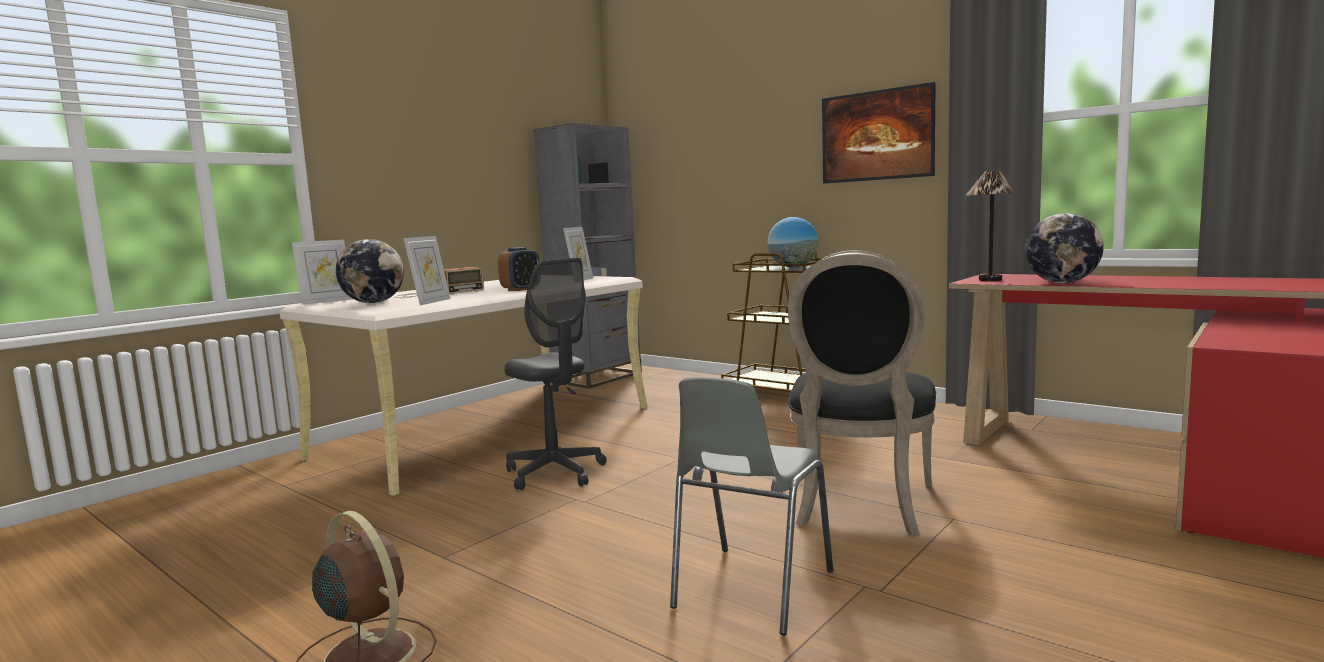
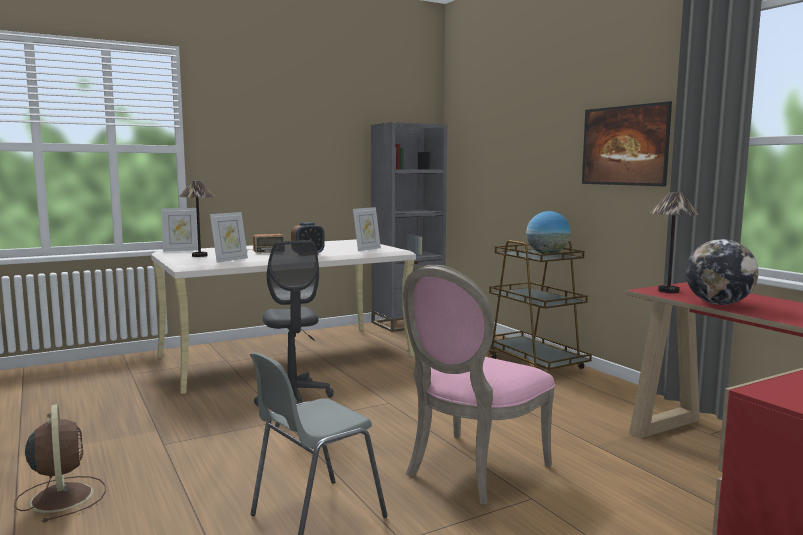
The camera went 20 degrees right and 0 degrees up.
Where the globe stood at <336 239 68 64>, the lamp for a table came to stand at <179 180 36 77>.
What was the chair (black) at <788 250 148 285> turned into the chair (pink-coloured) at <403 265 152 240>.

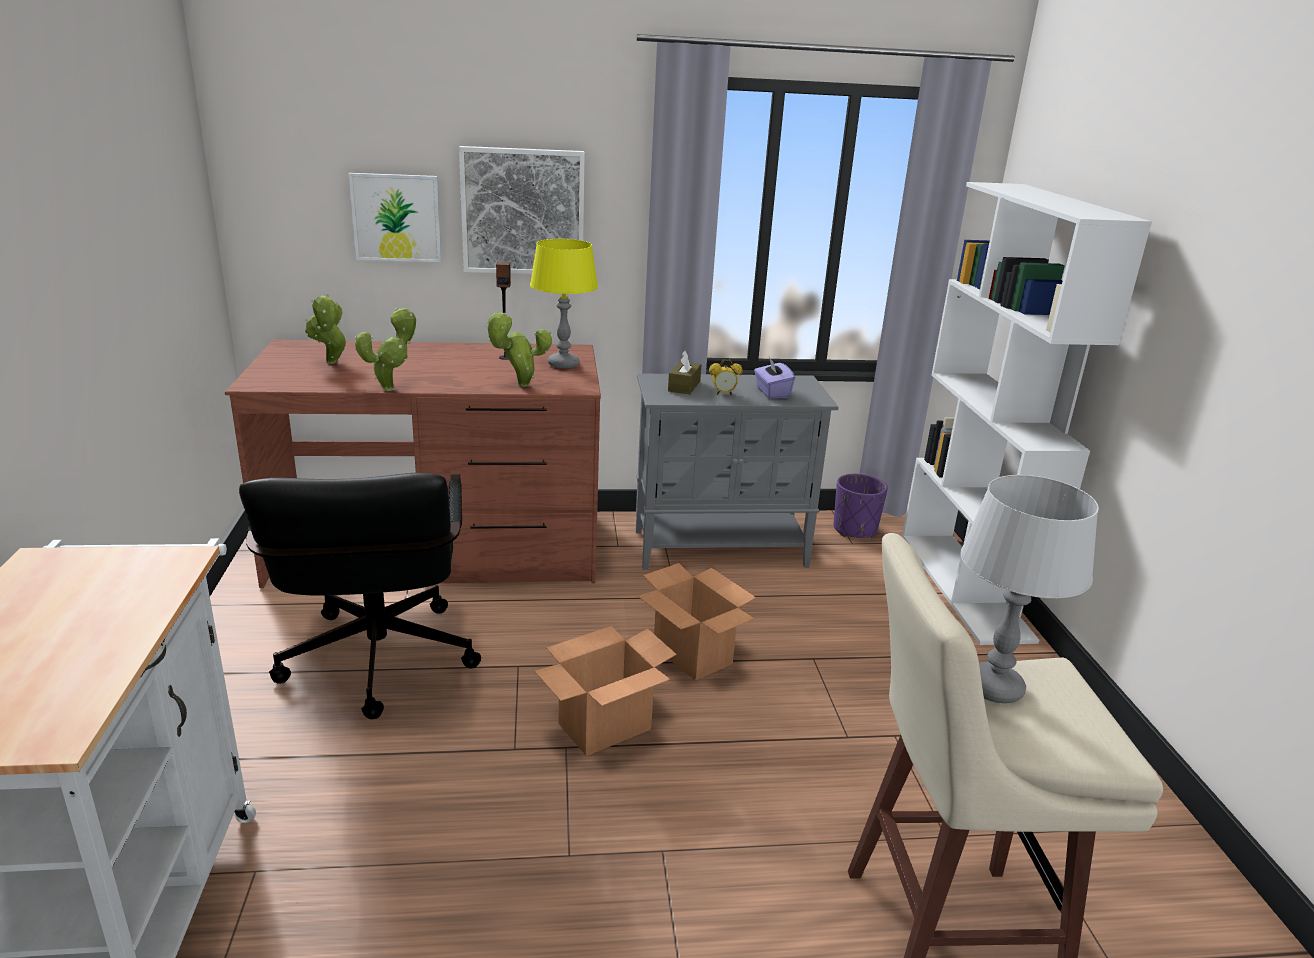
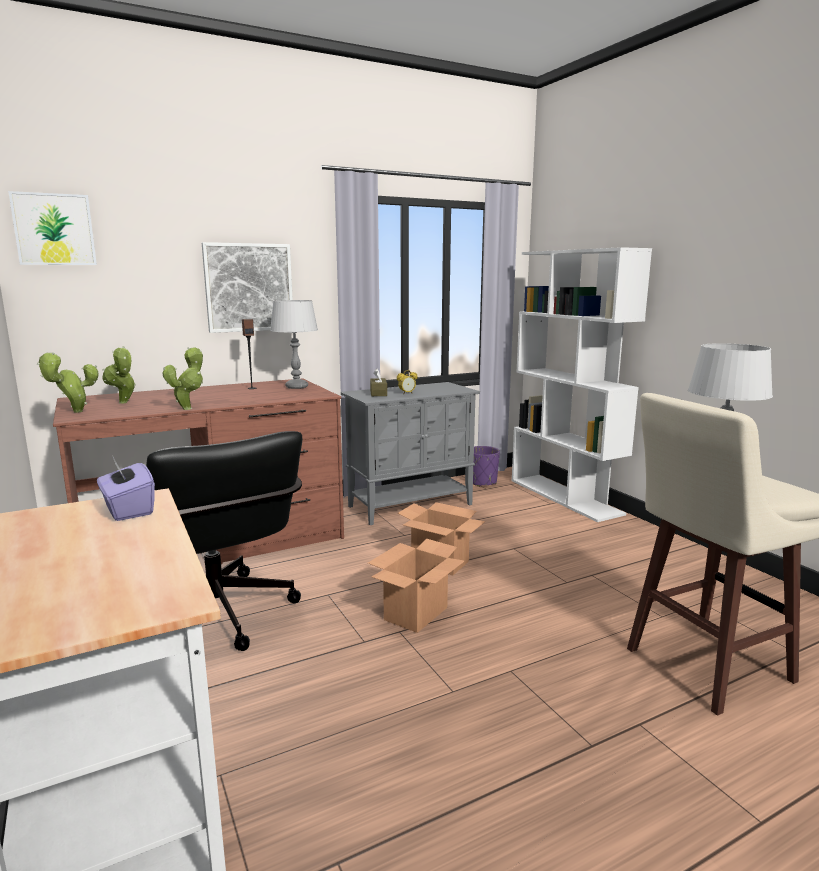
The camera went 20 degrees left and 10 degrees down.
The picture ended up elsewhere, having gone from <349 173 92 89> to <8 191 89 74>.
The potted plant ended up elsewhere, having gone from <485 312 67 75> to <37 352 62 61>.
What was the lamp for a table (yellow) at <530 239 68 130> turned into the lamp for a table (greyish) at <270 300 48 89>.
The tissue holder (purplish) ended up elsewhere, having gone from <754 357 41 42> to <97 455 58 66>.

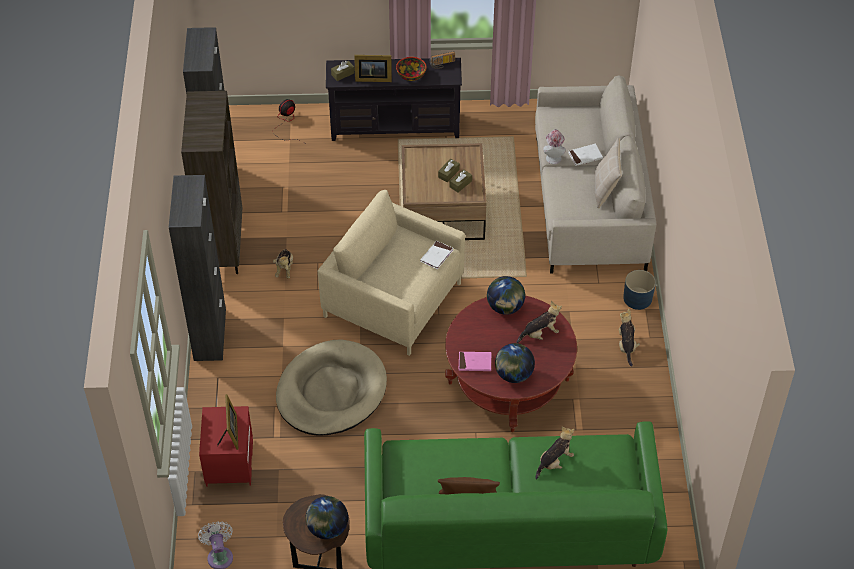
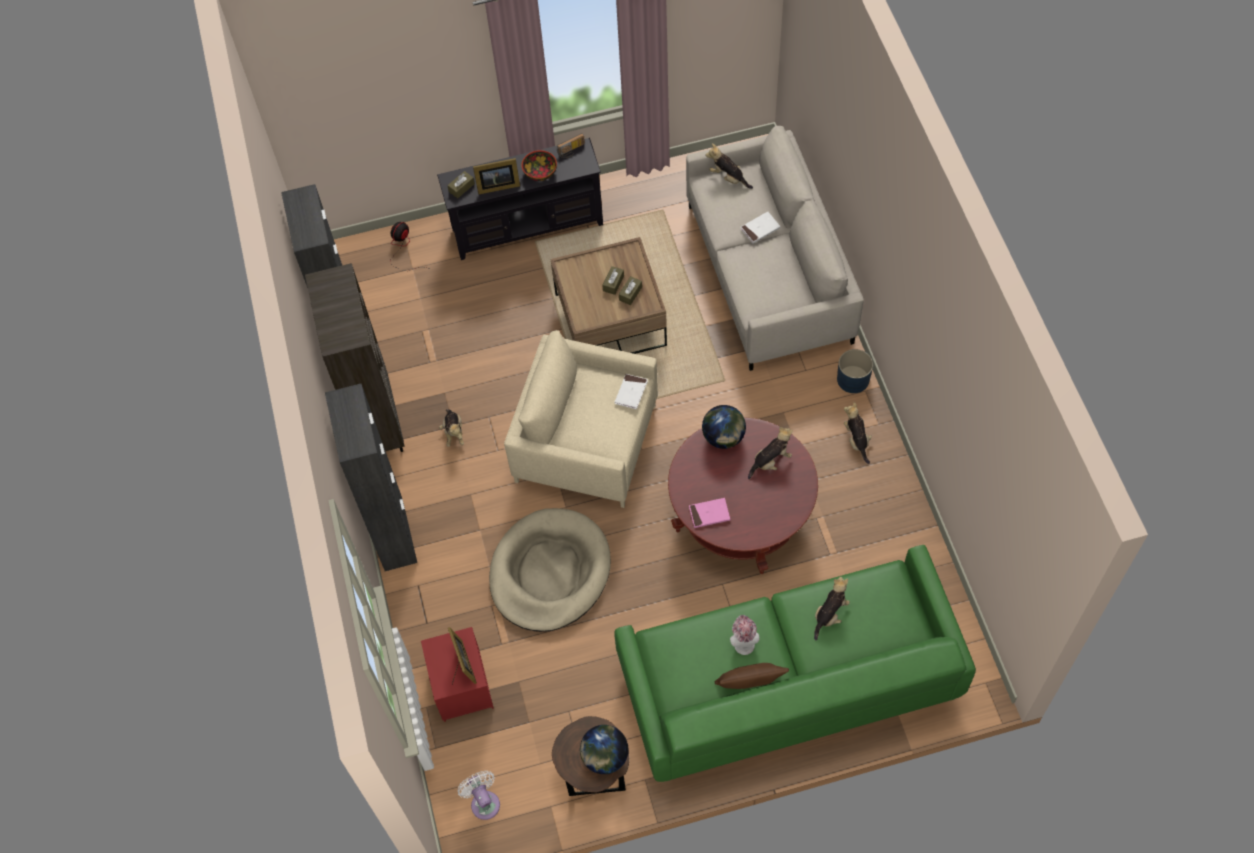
The camera went 10 degrees left and 10 degrees up.
The second view lost the globe at <495 343 40 40>.
The hat ended up elsewhere, having gone from <543 129 23 35> to <730 615 29 40>.
The second view lost the cushion (beige) at <595 138 27 70>.
The second view gained the plush toy at <705 143 48 46>.

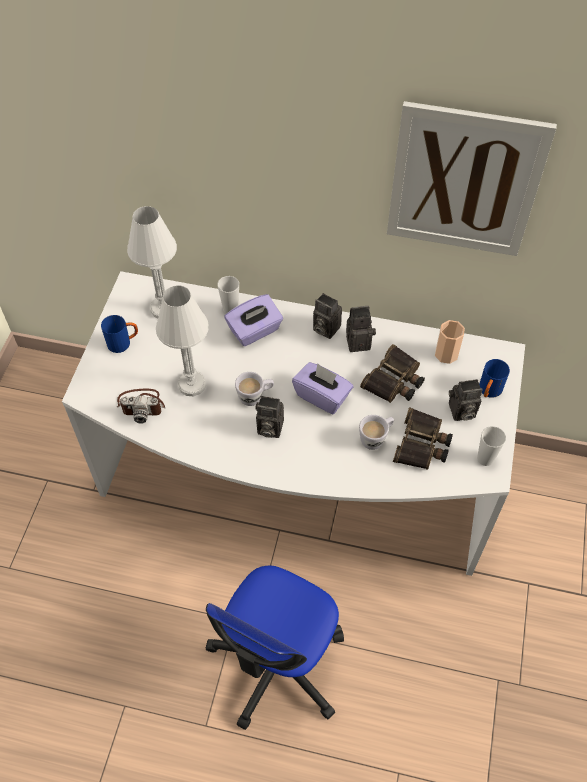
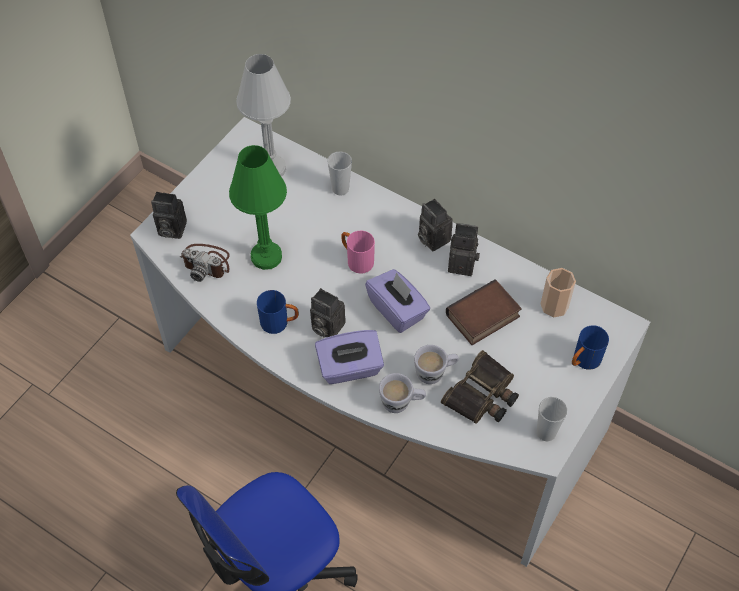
The camera went 20 degrees right and 0 degrees up.
The mug (blue) ended up elsewhere, having gone from <101 315 37 38> to <257 290 42 44>.
What was the lamp for a table (whitish) at <156 285 53 111> turned into the lamp for a table (green-coloured) at <229 145 58 125>.
The tissue holder (purplish) ended up elsewhere, having gone from <225 294 58 52> to <315 330 69 54>.
The mug (whitish) ended up elsewhere, having gone from <235 372 39 34> to <379 373 47 40>.
Where the field glasses stood at <360 344 65 59>, the volume came to stand at <446 279 76 66>.
The second view lost the picture at <387 101 170 155>.
The still camera ended up elsewhere, having gone from <449 379 34 42> to <151 192 36 47>.
The second view gained the mug (pink-coloured) at <342 231 33 42>.

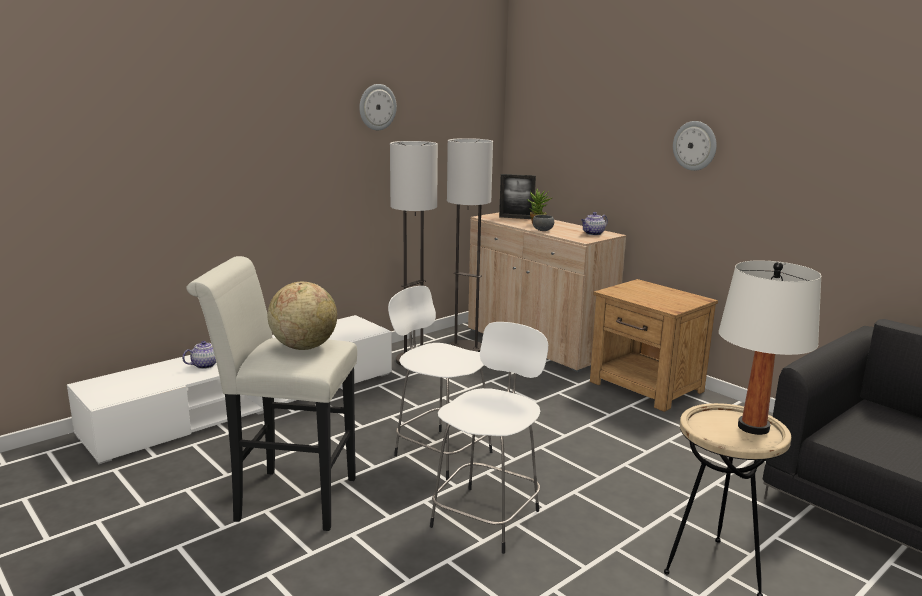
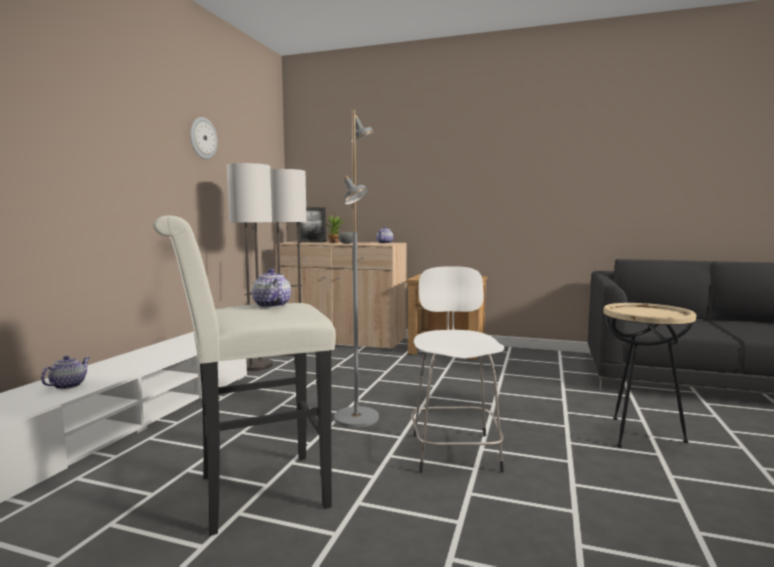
The camera went 30 degrees left and 10 degrees down.
Where the globe stood at <267 281 70 69>, the pot for tea came to stand at <252 269 39 39>.
Where the stool seat (whitish) stood at <388 286 104 194>, the floor lamp (greyish) came to stand at <334 110 45 318>.
The second view lost the clock on the wall at <673 121 44 50>.
The second view lost the lamp for a table (whitish) at <719 260 102 175>.

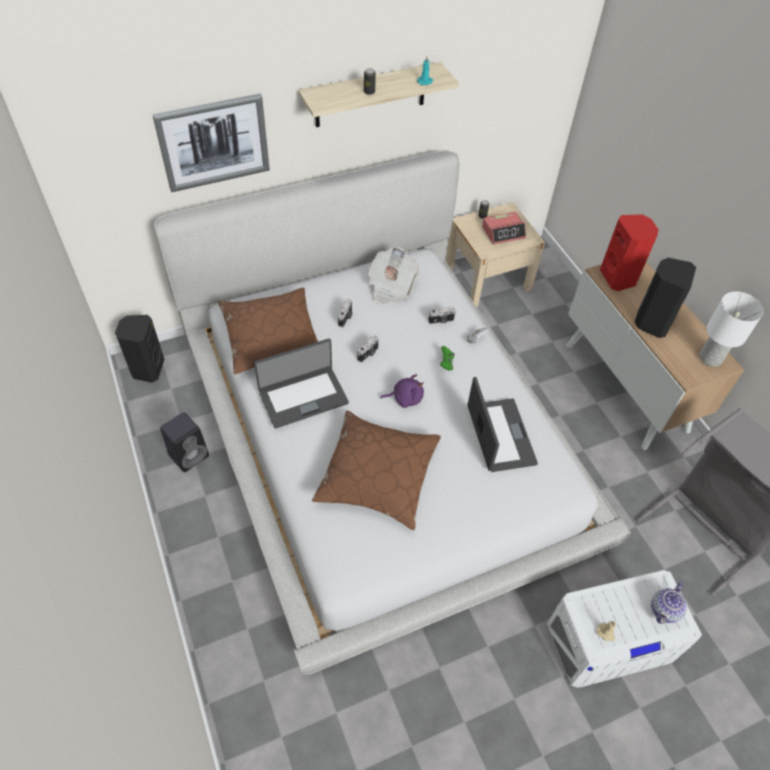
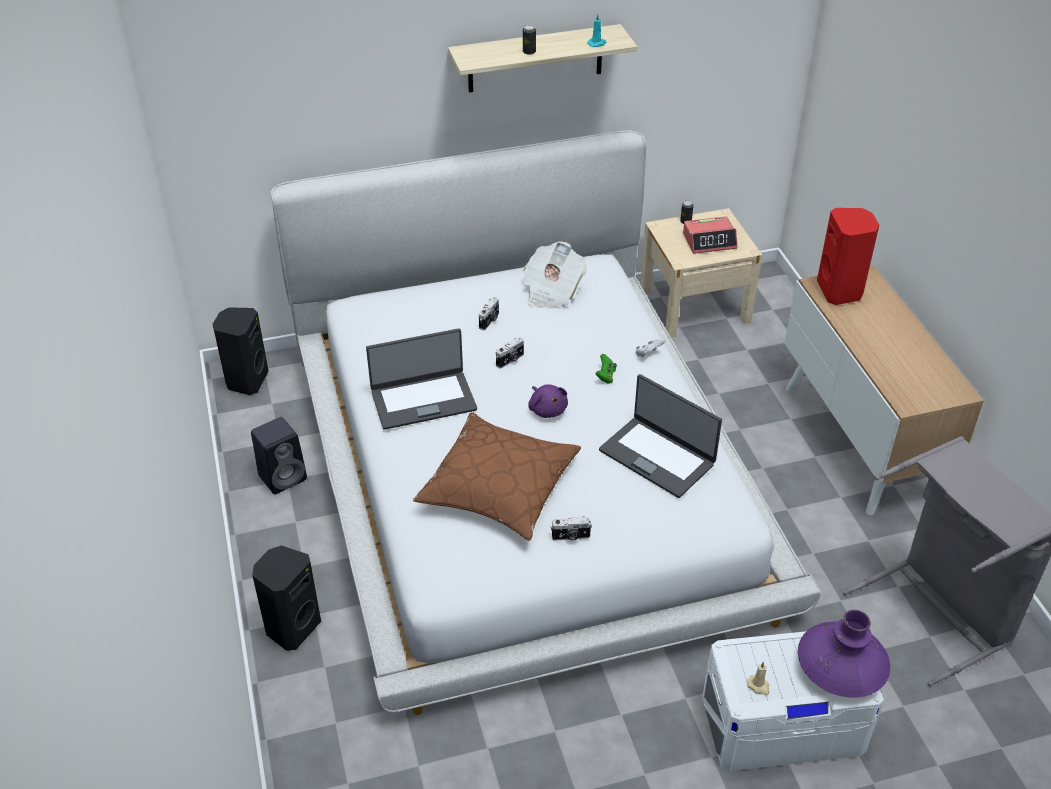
The camera went 10 degrees right and 10 degrees down.
The second view lost the picture at <153 93 117 99>.
The second view lost the cushion (brown) at <218 288 100 86>.
The plush toy (purplish) at <380 374 44 34> ended up facing another way, 60 degrees clockwise from before.
The still camera ended up elsewhere, having gone from <428 307 28 17> to <551 517 41 24>.
The laptop at <467 377 71 95> ended up facing another way, 135 degrees clockwise from before.
The loudspeaker (black) ended up elsewhere, having gone from <635 258 61 80> to <252 545 69 106>.
Where the pot for tea stood at <651 582 36 42>, the flower vase (purplish) came to stand at <798 610 92 88>.
The second view lost the lamp for a table (whitish) at <699 292 64 75>.

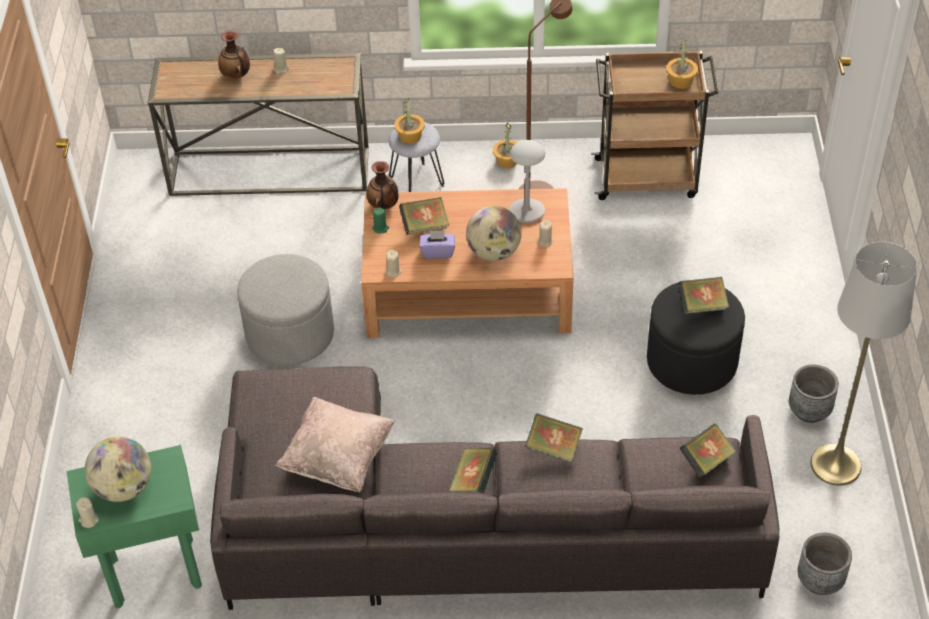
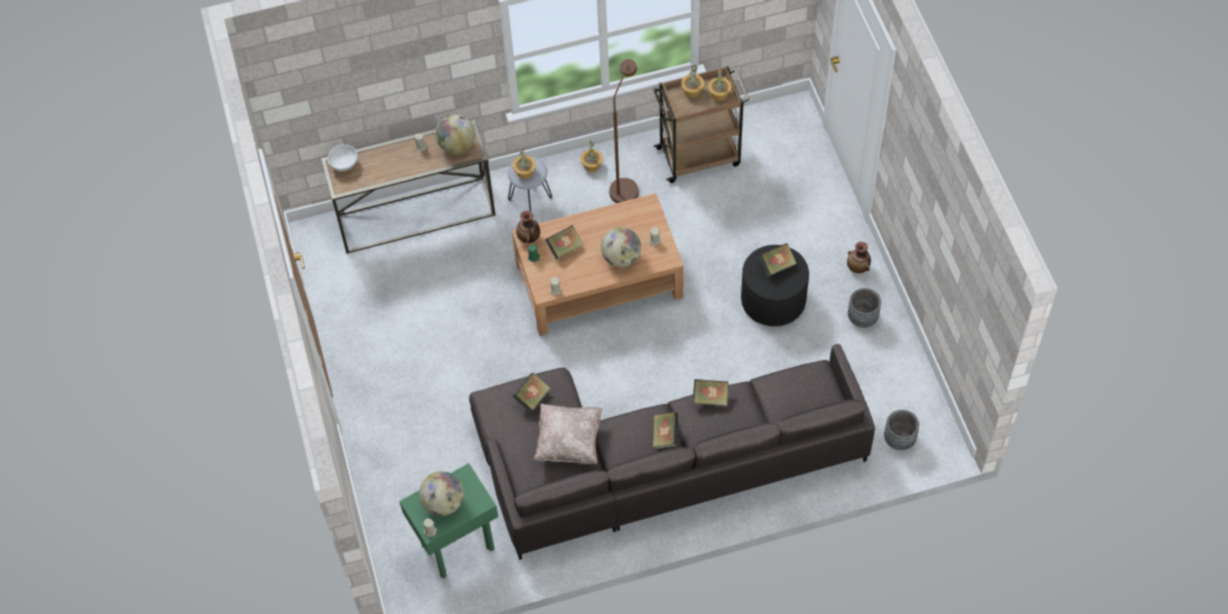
The camera went 15 degrees left and 10 degrees up.
The flower vase ended up elsewhere, having gone from <218 31 32 48> to <847 242 24 31>.
The second view lost the ottoman (greyish) at <237 254 97 112>.
The second view lost the tissue holder (purplish) at <420 230 35 29>.
The second view lost the lamp for a table (greyish) at <509 140 36 83>.
The volume ended up elsewhere, having gone from <679 423 57 54> to <513 373 37 39>.
The second view lost the floor lamp (greyish) at <811 242 106 244>.
The second view gained the deep dish (whitish) at <327 144 31 27>.
The second view gained the globe at <435 115 40 40>.
The second view gained the potted plant at <681 65 23 33>.

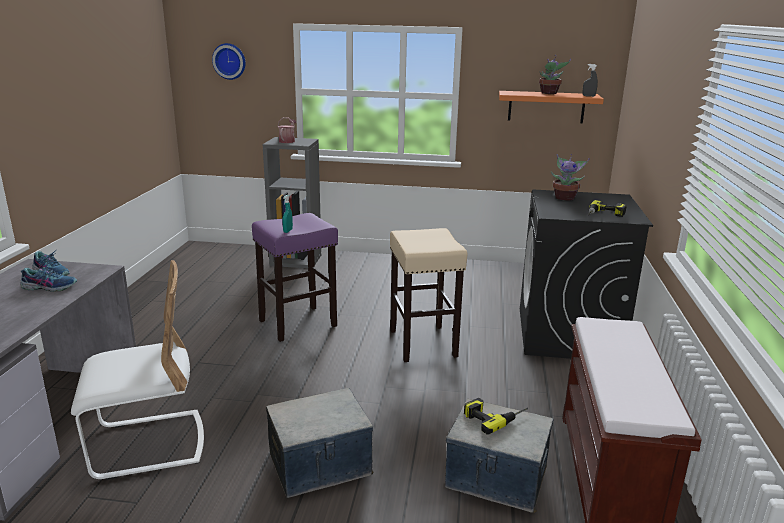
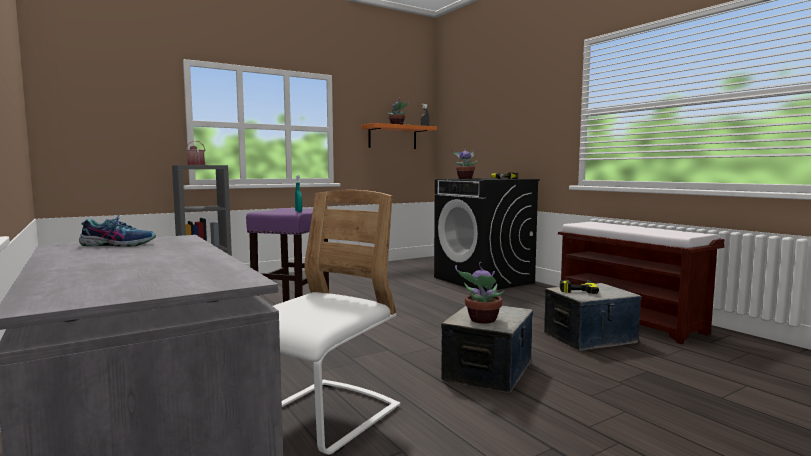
The camera went 40 degrees left and 15 degrees down.
The second view lost the shoe at <20 263 57 29>.
The second view lost the clock on the wall at <212 43 34 37>.
The second view lost the stool seat (beige) at <390 228 77 134>.
The second view gained the potted plant at <455 262 49 62>.

